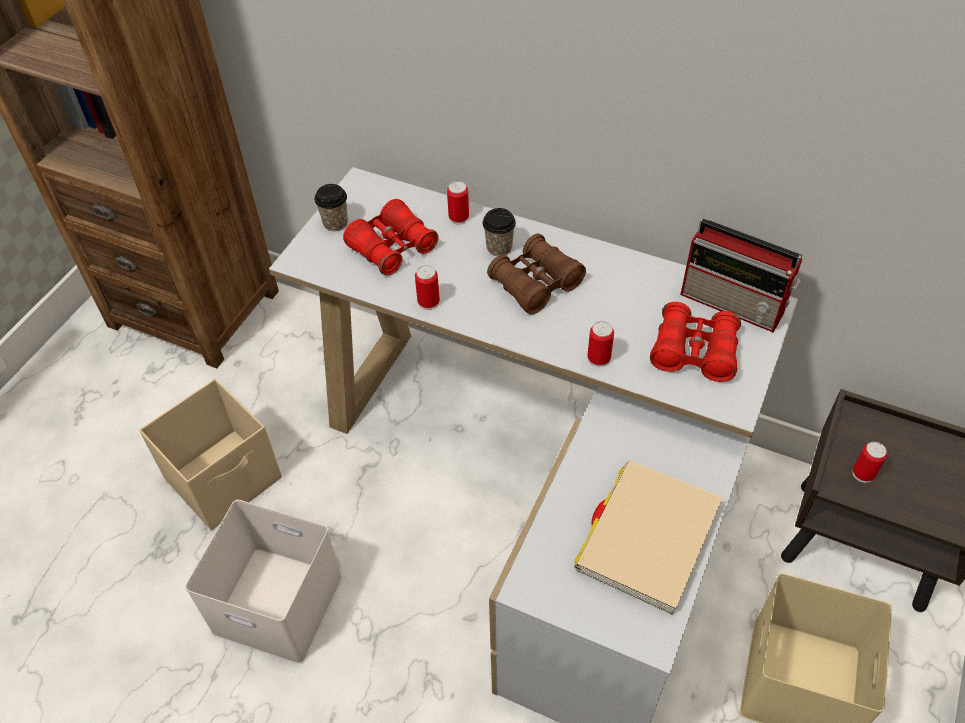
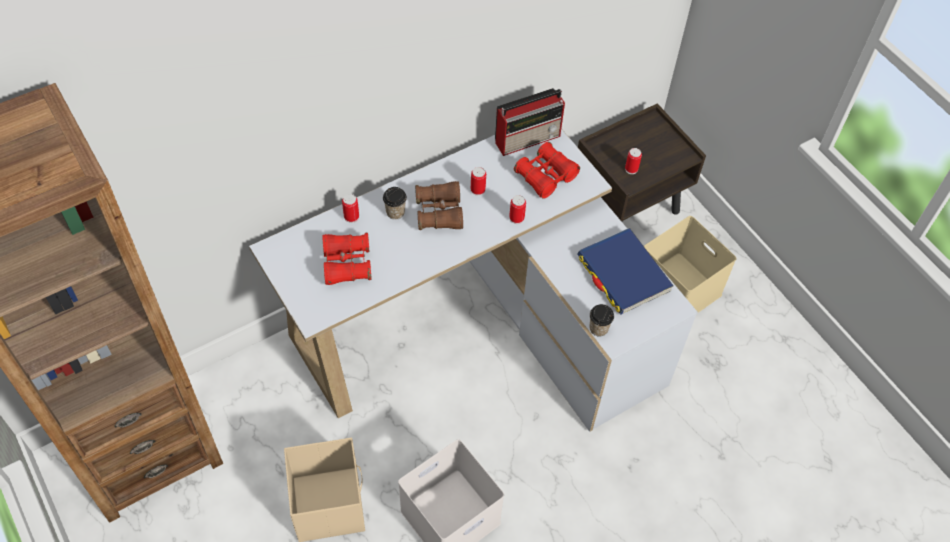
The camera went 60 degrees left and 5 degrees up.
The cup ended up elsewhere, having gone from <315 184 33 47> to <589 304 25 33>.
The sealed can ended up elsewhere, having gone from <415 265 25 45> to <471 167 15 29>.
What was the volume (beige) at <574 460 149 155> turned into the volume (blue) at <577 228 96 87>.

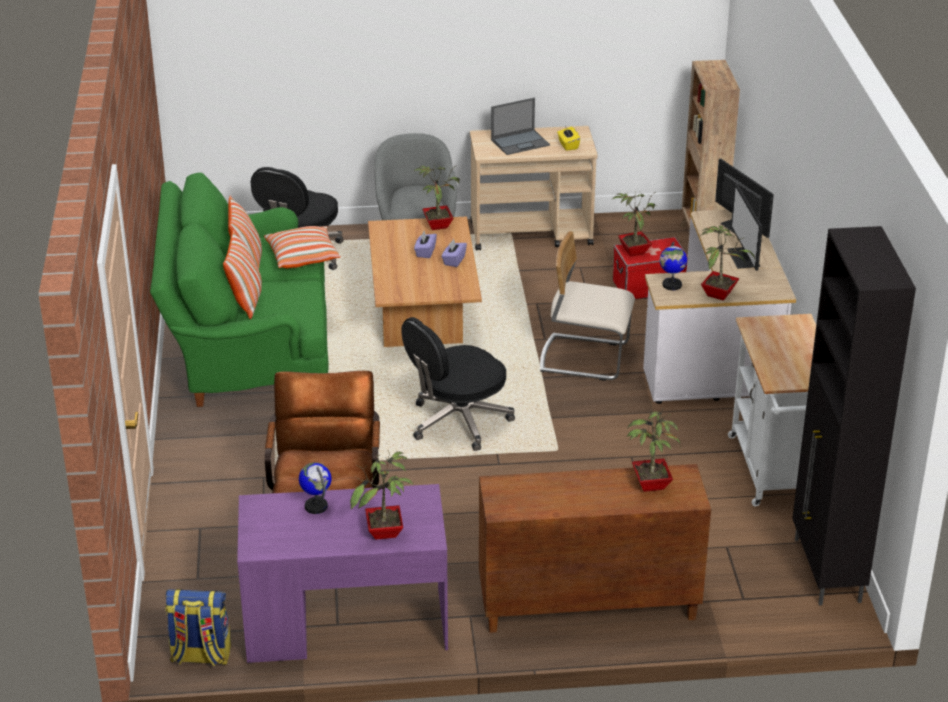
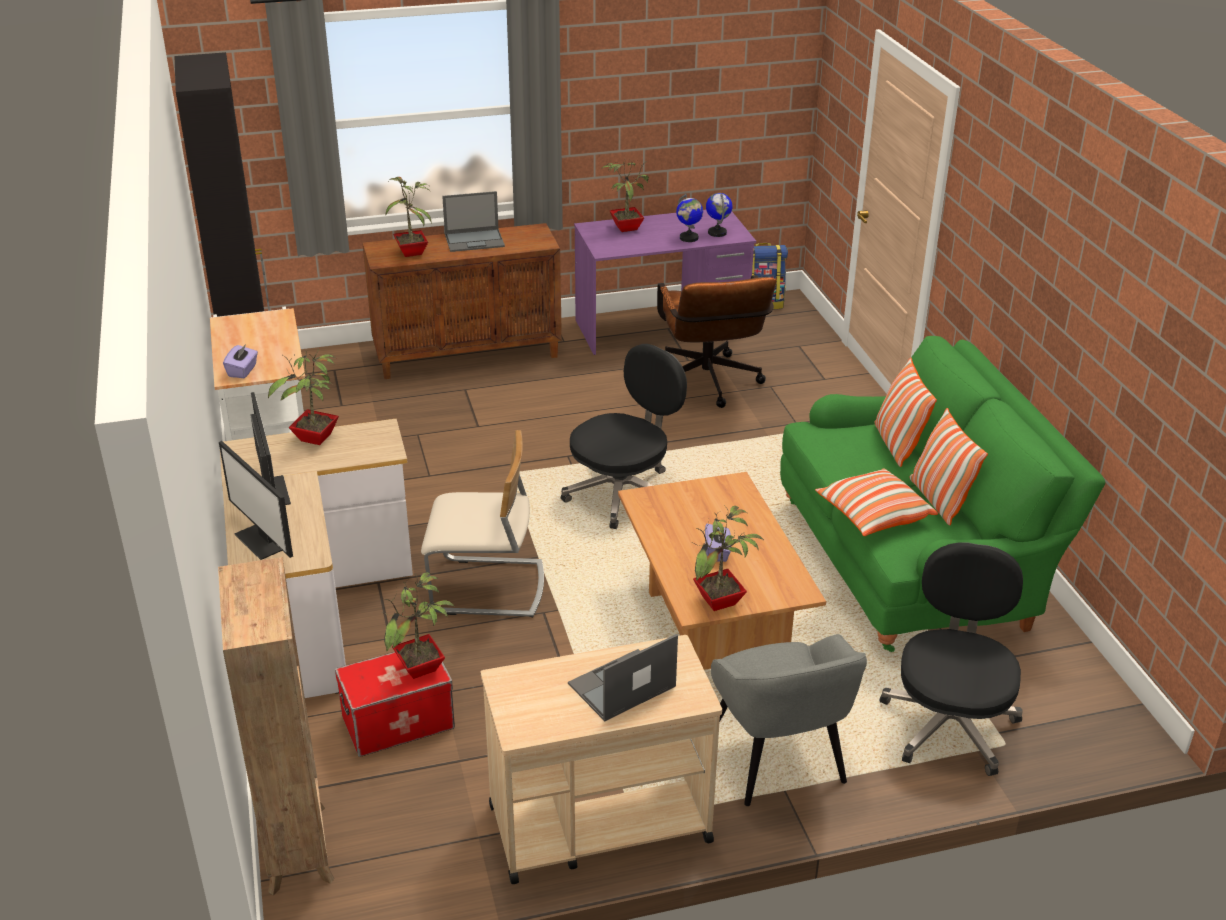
The camera went 170 degrees right and 0 degrees up.
The tissue holder (purplish) ended up elsewhere, having gone from <441 239 26 28> to <223 344 35 34>.
The second view lost the tissue holder (yellow) at <557 126 23 25>.
The globe ended up elsewhere, having gone from <660 242 27 48> to <706 193 27 44>.
The second view gained the laptop at <442 191 63 61>.

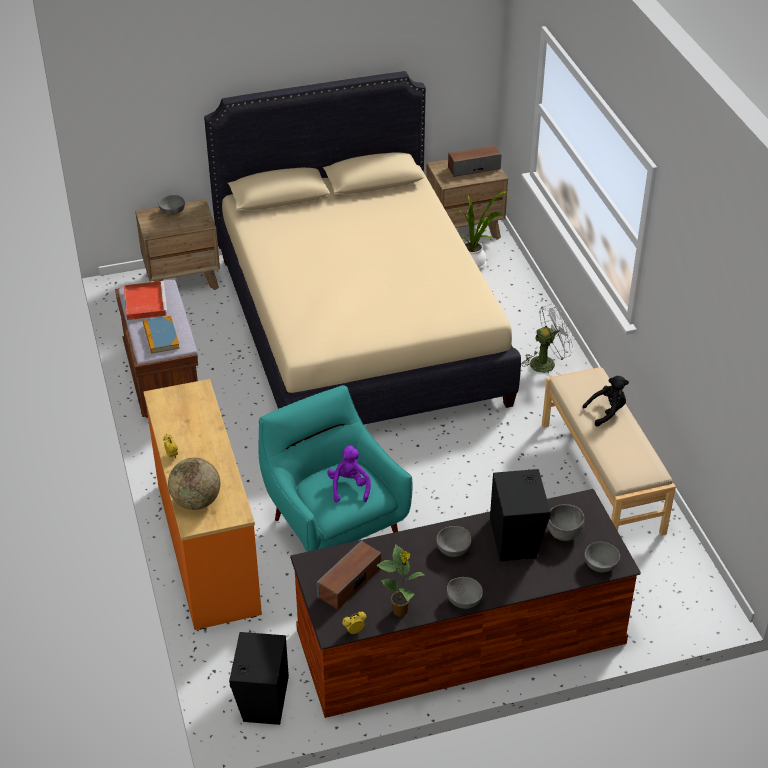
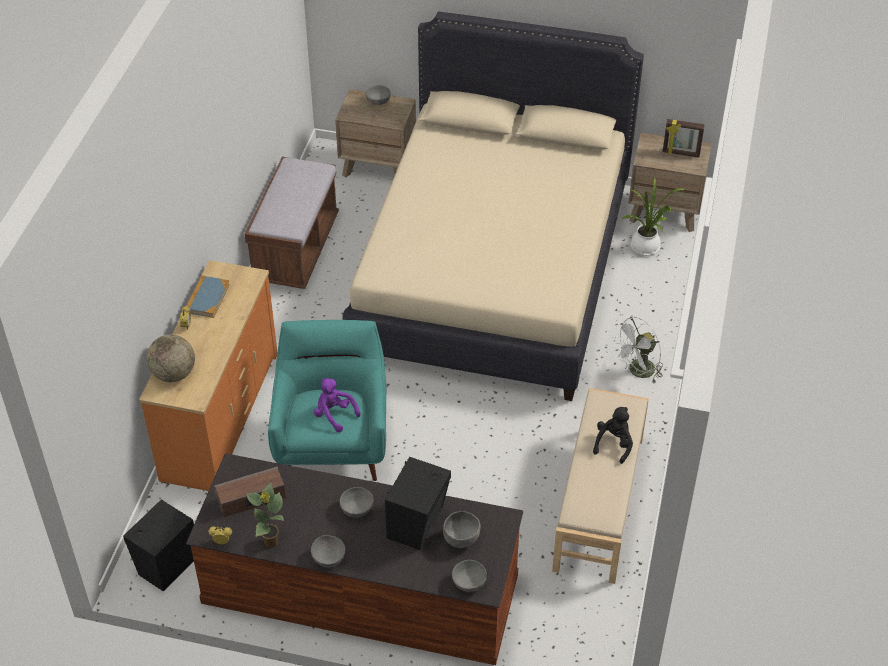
The camera went 30 degrees right and 5 degrees up.
The second view lost the carrying tray (red) at <124 281 43 39>.
The volume ended up elsewhere, having gone from <143 316 37 38> to <186 275 44 43>.
The plush toy (purplish) at <327 445 44 58> ended up facing another way, 75 degrees counterclockwise from before.
Where the loudspeaker stood at <448 145 53 32>, the standing frame came to stand at <663 119 42 38>.
The cooling fan (whitish) at <521 304 53 72> ended up facing another way, 135 degrees clockwise from before.
The plush toy (black) at <582 376 47 50> ended up facing another way, 75 degrees counterclockwise from before.

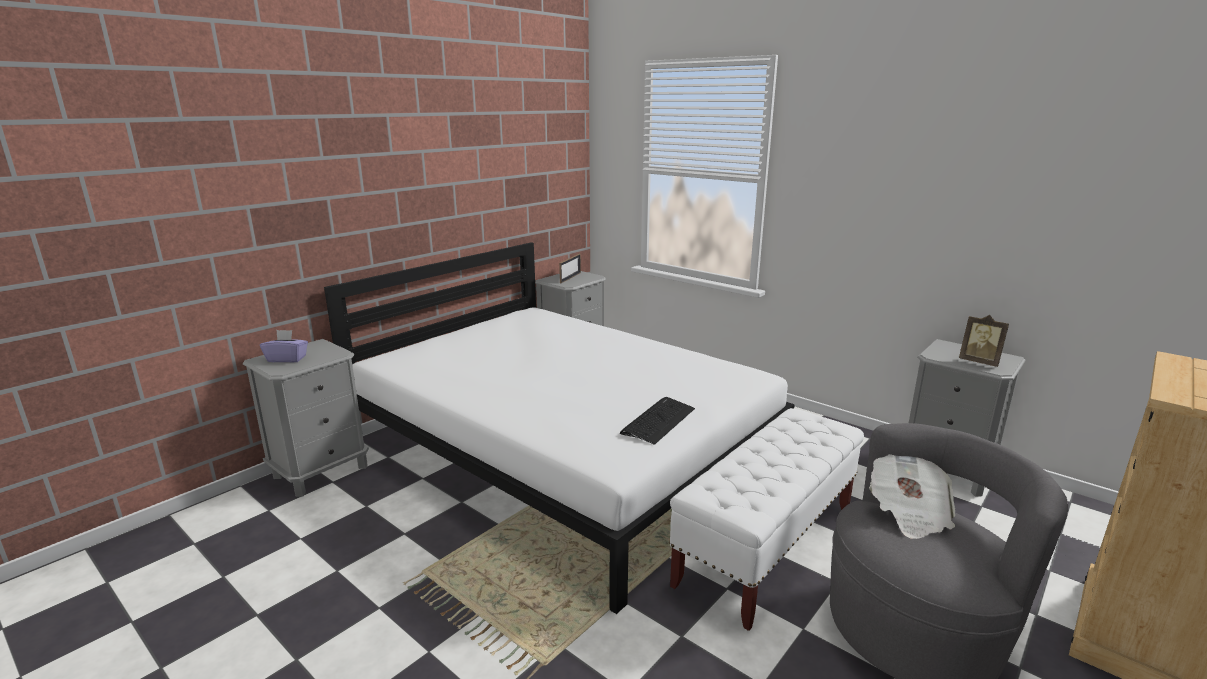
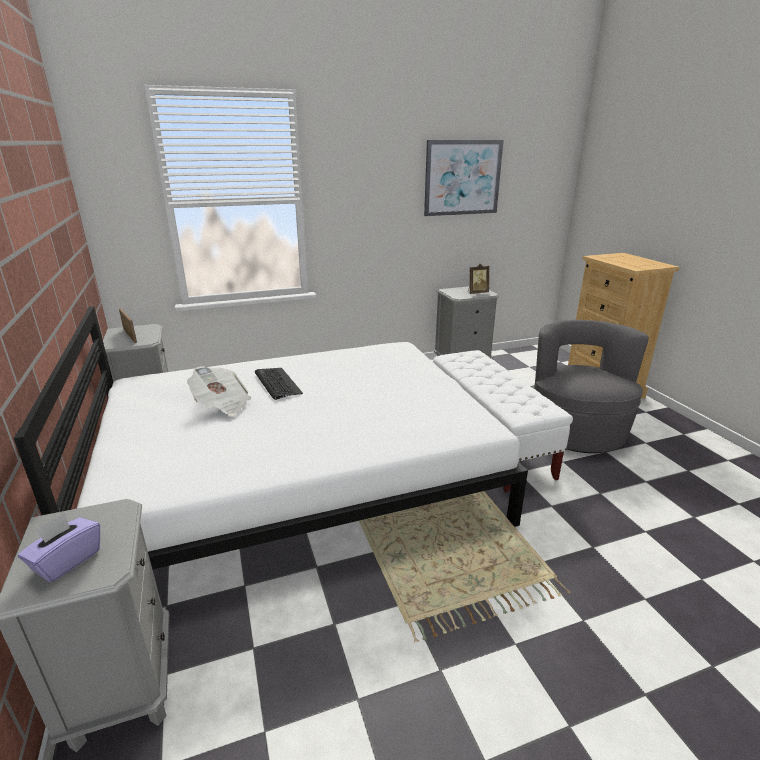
The camera went 60 degrees left and 5 degrees up.
The computer keyboard ended up elsewhere, having gone from <620 397 75 48> to <255 368 48 32>.
The newspaper ended up elsewhere, having gone from <869 454 86 85> to <187 366 64 50>.
The second view gained the picture at <424 140 80 76>.

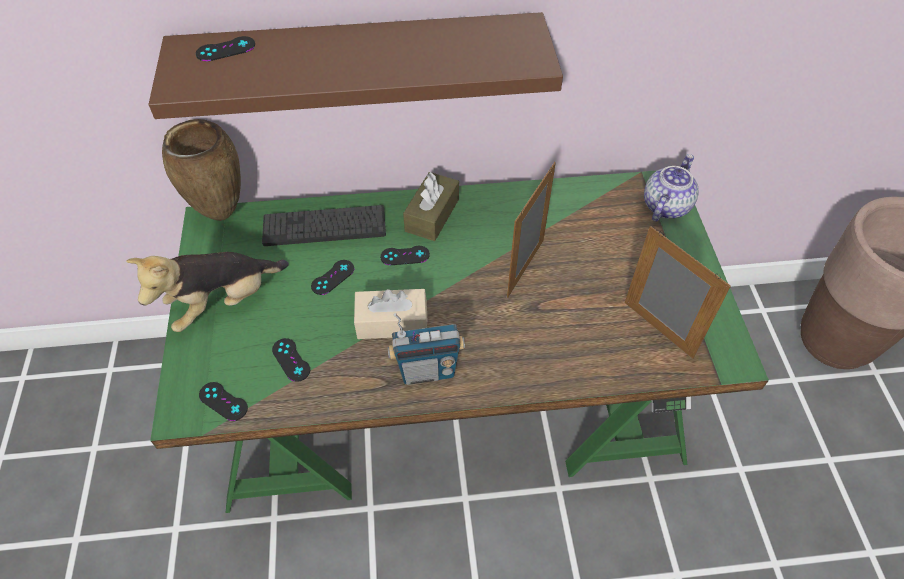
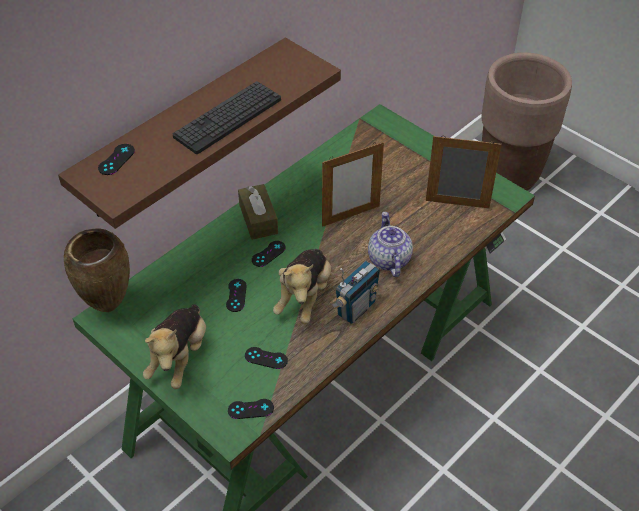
The camera went 40 degrees left and 5 degrees down.
The computer keyboard ended up elsewhere, having gone from <262 205 124 41> to <173 81 108 73>.
Where the tissue holder (beige) stood at <354 289 74 50>, the plush toy came to stand at <273 249 58 75>.
The standing frame at <507 162 49 136> ended up facing another way, 105 degrees counterclockwise from before.
The pot for tea ended up elsewhere, having gone from <644 154 55 68> to <368 212 45 65>.

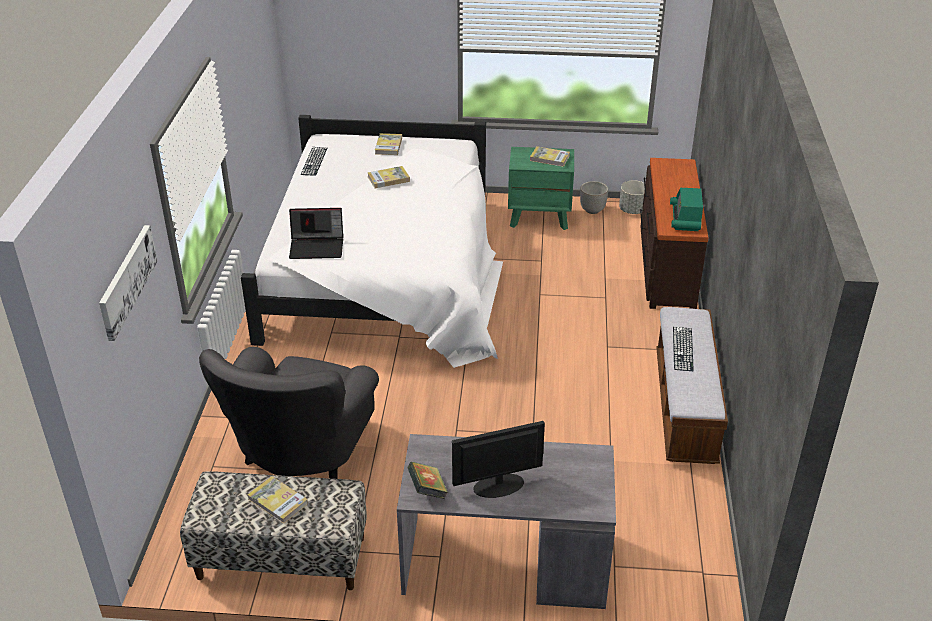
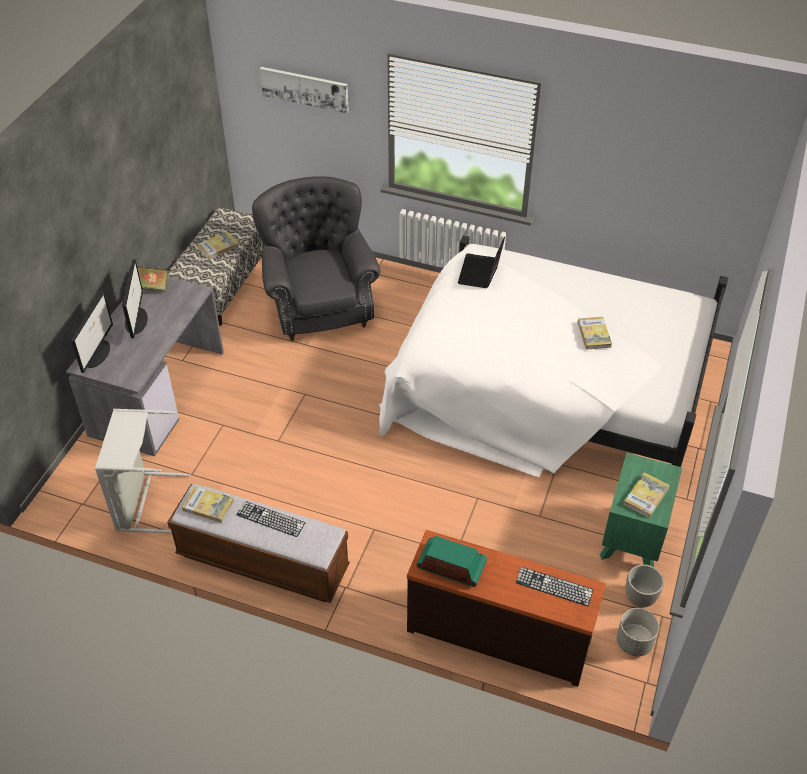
The camera went 105 degrees right and 10 degrees up.
The easy chair (greyish) at <199 347 180 132> ended up facing another way, 45 degrees clockwise from before.
The computer keyboard ended up elsewhere, having gone from <301 147 26 29> to <516 567 77 39>.
The volume ended up elsewhere, having gone from <375 133 27 22> to <182 486 52 37>.
The second view gained the computer display at <71 292 42 81>.
The second view gained the laundry basket (greyish) at <95 409 96 124>.

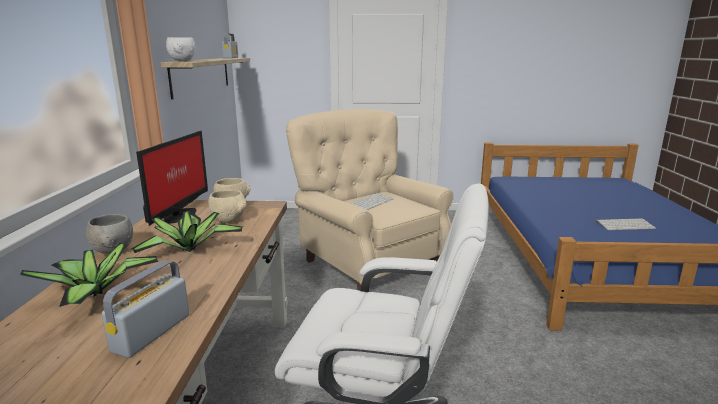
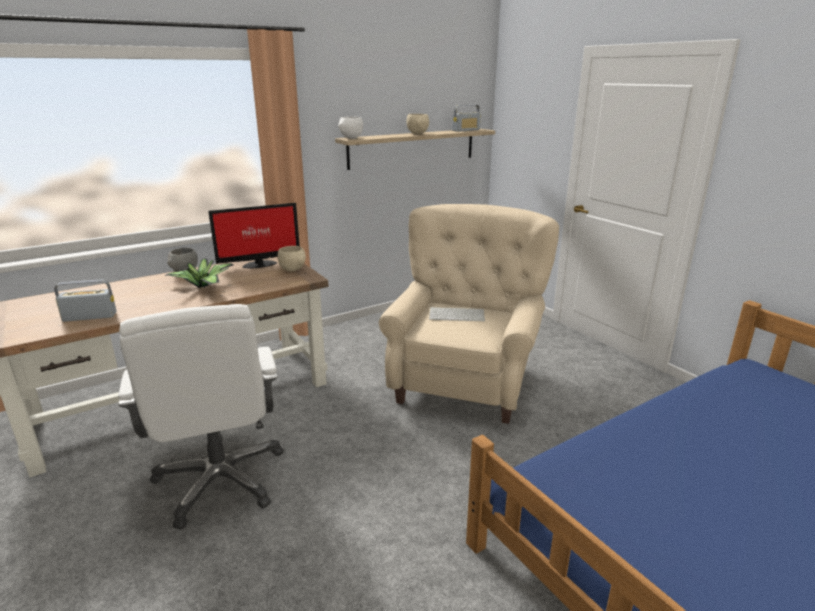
The camera went 55 degrees right and 5 degrees up.
The second view lost the potted plant at <20 243 138 64>.
The deep dish (beige) ended up elsewhere, having gone from <208 190 39 33> to <406 114 23 20>.
The second view lost the computer keyboard at <595 218 61 12>.

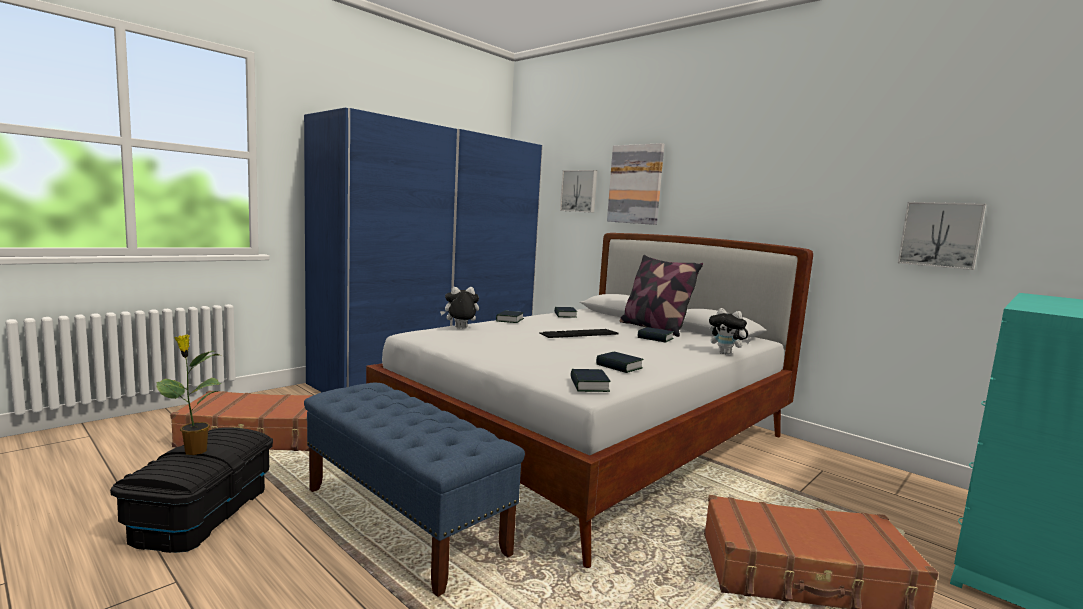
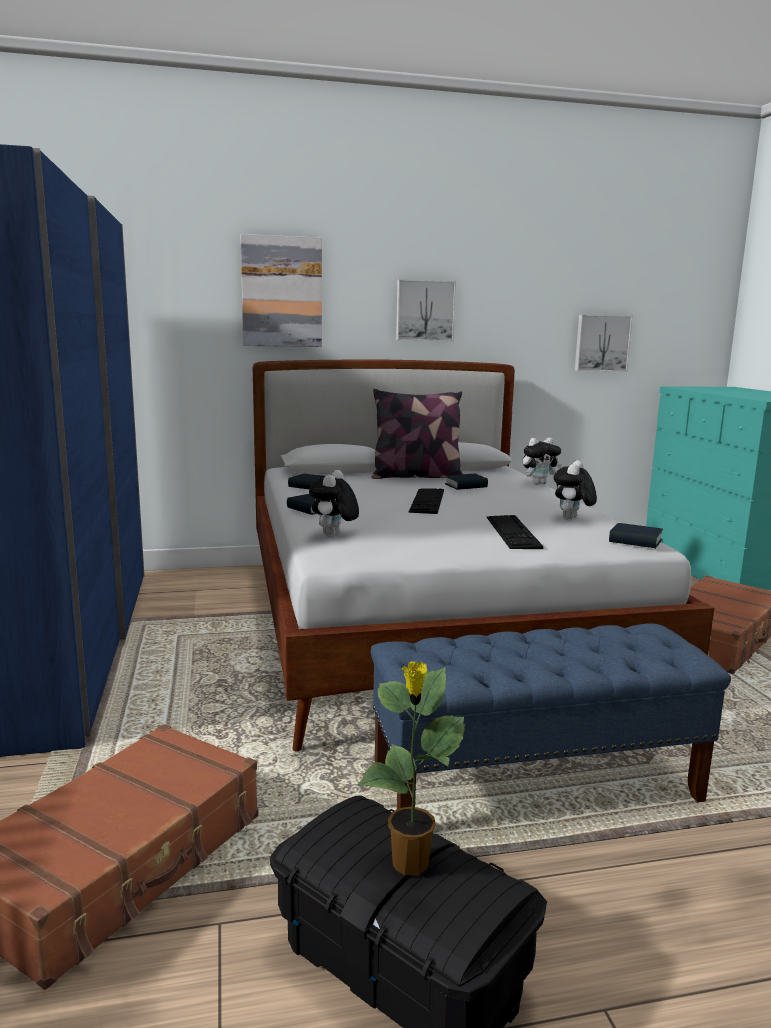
The camera went 55 degrees left and 5 degrees up.
The picture ended up elsewhere, having gone from <560 170 37 43> to <396 279 60 62>.
Where the volume stood at <596 352 48 21>, the plush toy came to stand at <554 460 43 60>.
The second view gained the computer keyboard at <487 515 56 34>.

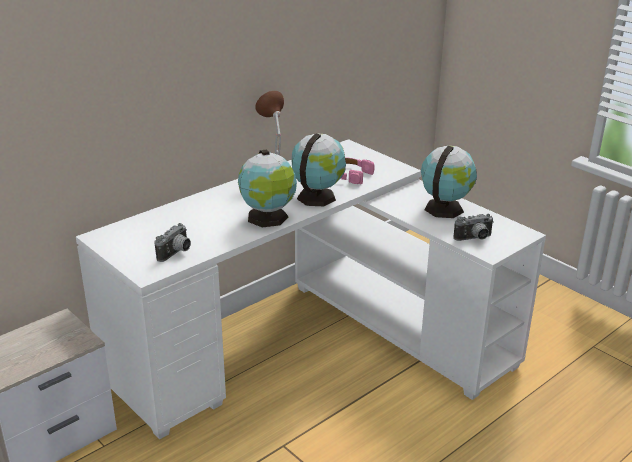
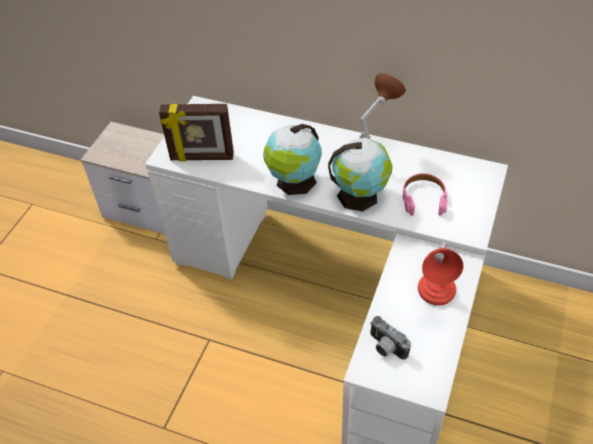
The camera went 65 degrees right and 20 degrees up.
Where the still camera stood at <154 223 37 39>, the standing frame came to stand at <159 104 75 57>.
Where the globe stood at <421 145 56 73>, the lamp for a table (red) came to stand at <418 242 45 64>.

